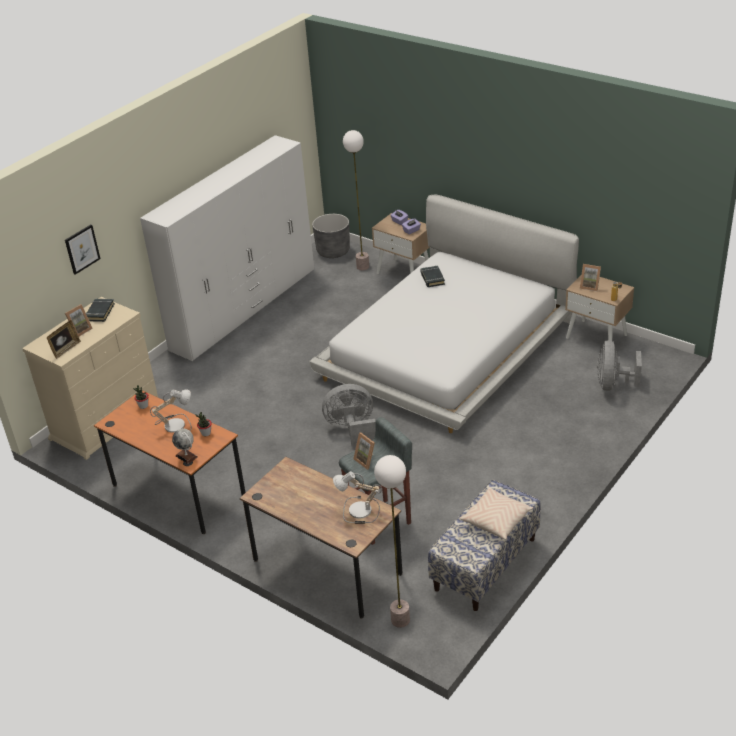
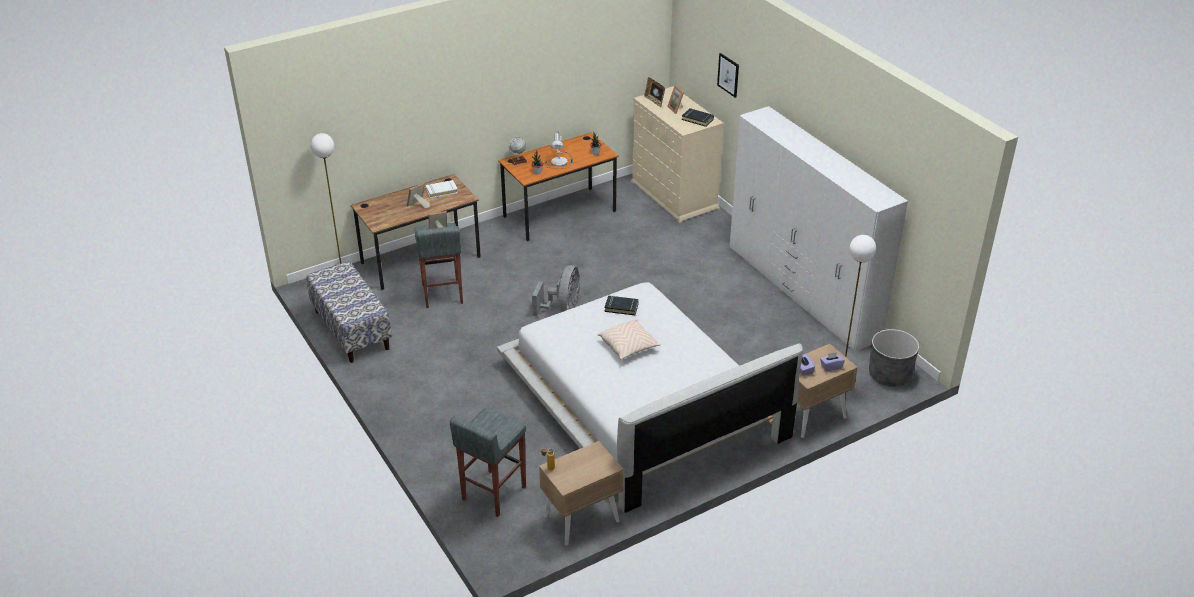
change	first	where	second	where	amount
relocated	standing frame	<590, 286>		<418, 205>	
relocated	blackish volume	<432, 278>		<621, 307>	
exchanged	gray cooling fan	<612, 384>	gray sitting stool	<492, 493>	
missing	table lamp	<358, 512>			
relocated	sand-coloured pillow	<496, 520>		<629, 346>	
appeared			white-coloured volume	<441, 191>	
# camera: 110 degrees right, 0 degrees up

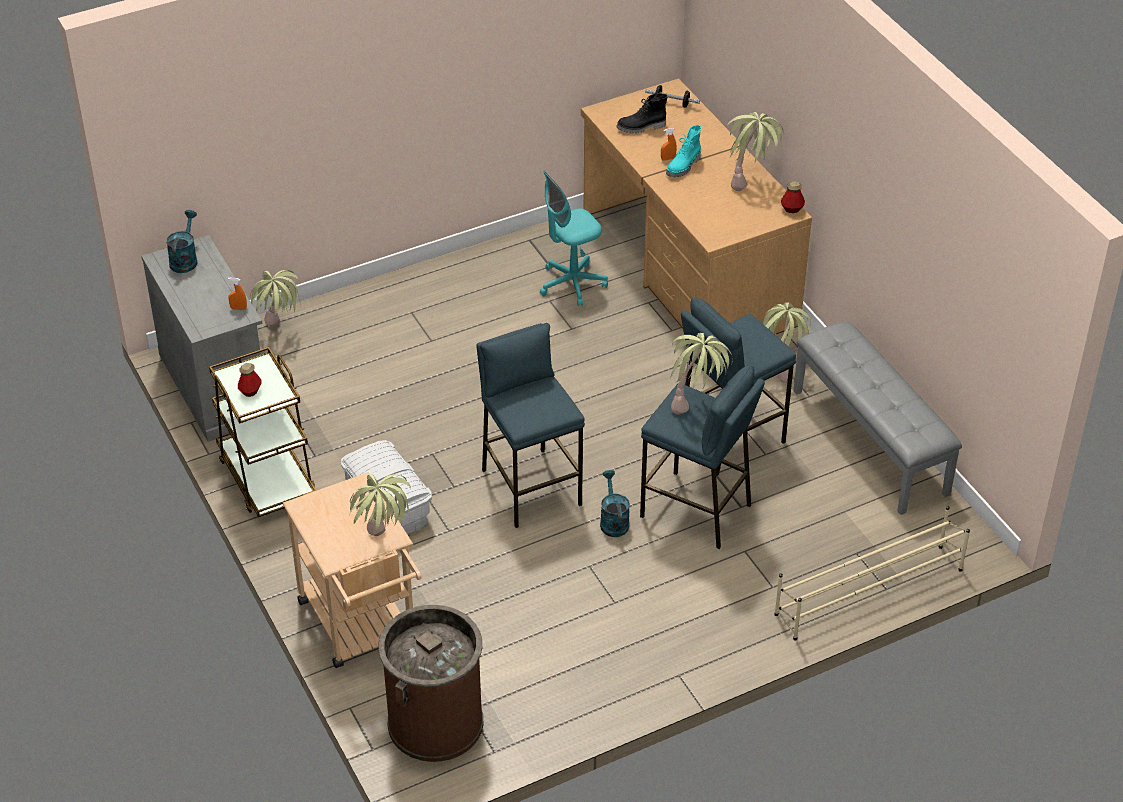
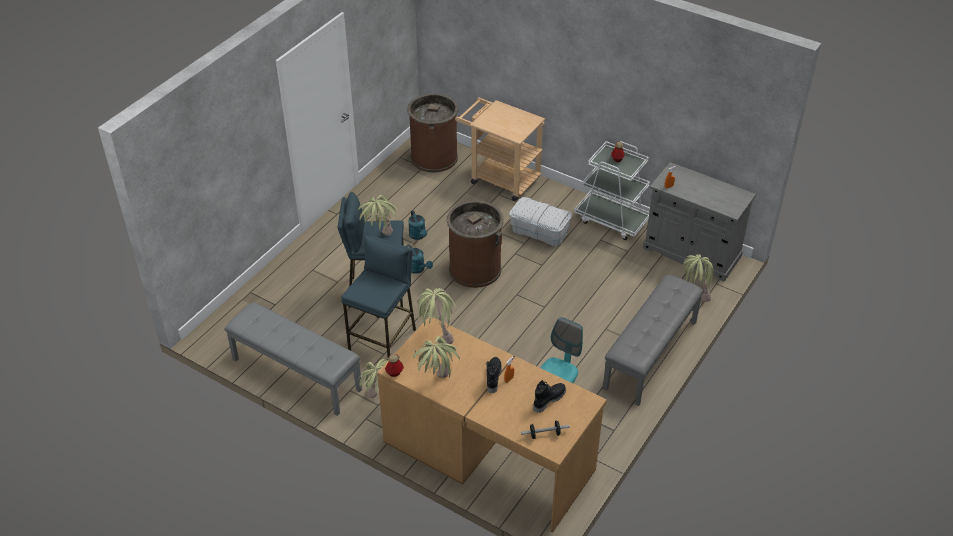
change	first	where	second	where	amount
colour	turquoise boot	<684, 166>	blackish boot	<492, 377>	
relocated	turquoise watering pot	<185, 259>		<418, 236>	
exchanged	blue-coloured sitting stool	<531, 487>	brownish rubbish bin	<475, 269>	
colour	brownish cart	<267, 478>	white-coloured cart	<612, 220>	
relocated	houseplant	<383, 546>		<436, 336>	
missing	sand-coloured shoe rack	<868, 592>			
appeared			gray long seat	<651, 355>	
# camera: 150 degrees right, 0 degrees up

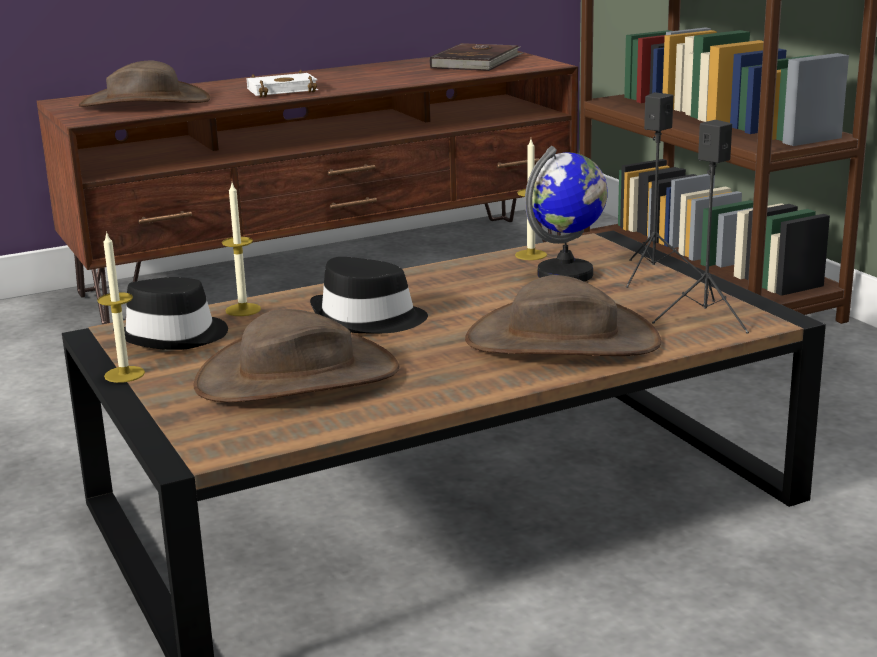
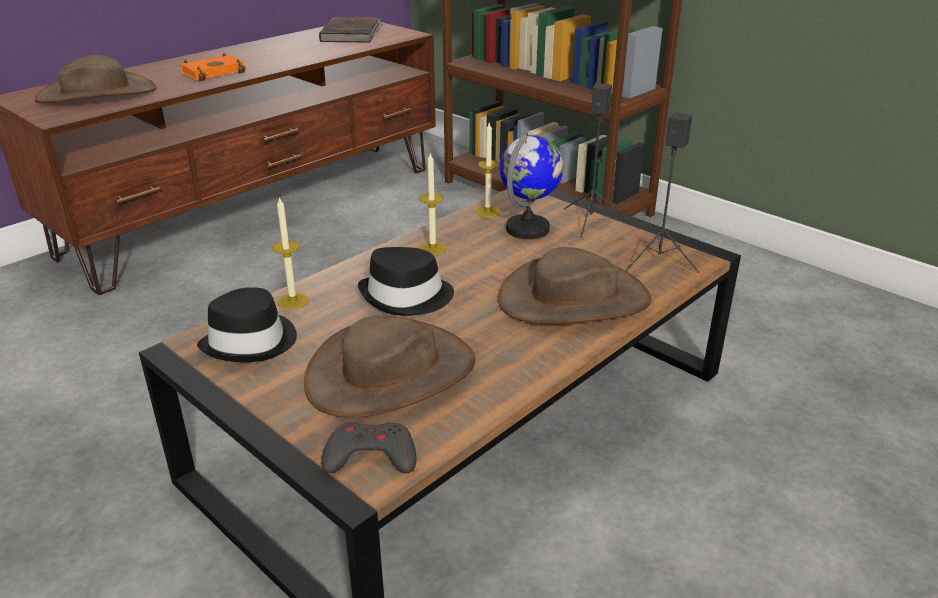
change	first	where	second	where	amount
colour	white-coloured volume	<283, 90>	orange volume	<214, 72>	
relocated	wax candle	<124, 374>		<432, 248>	
appeared			gray joypad	<370, 456>	
# camera: 20 degrees left, 10 degrees up

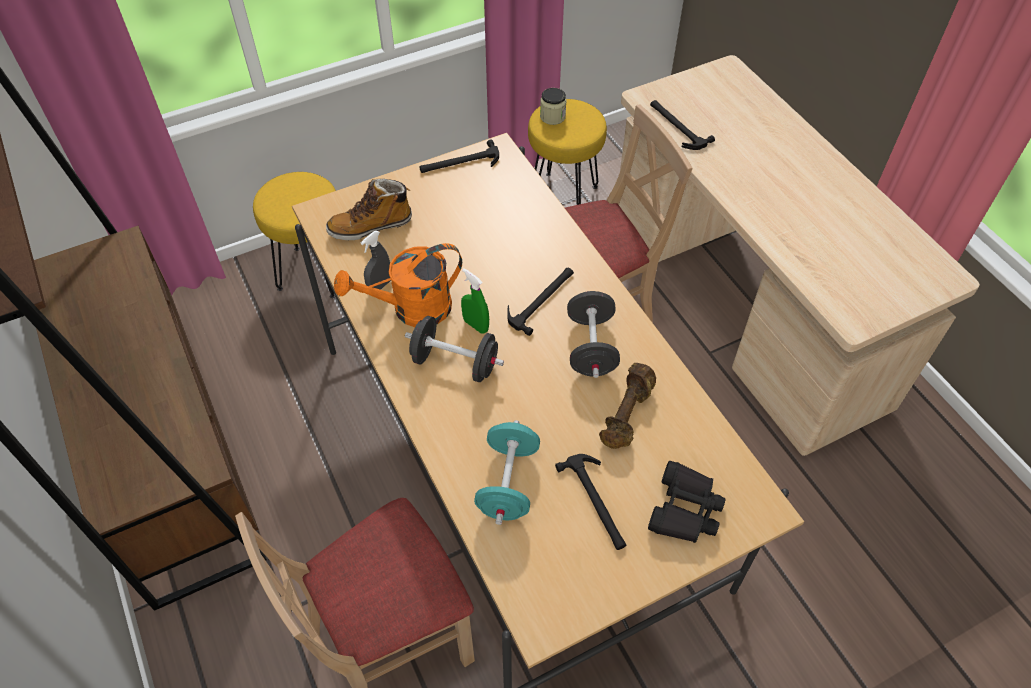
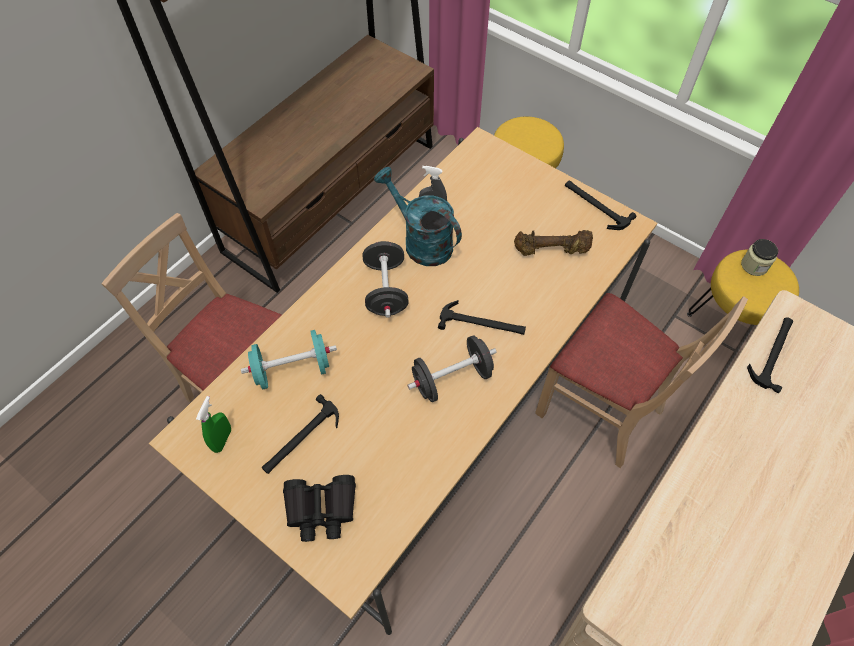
change	first	where	second	where	amount
missing	boot	<371, 226>			
colour	orange watering pot	<411, 310>	turquoise watering pot	<421, 241>	
relocated	green spray bottle	<475, 325>		<222, 440>	
relocated	brownish dumbbell	<628, 414>		<551, 250>	
# camera: 65 degrees right, 5 degrees up

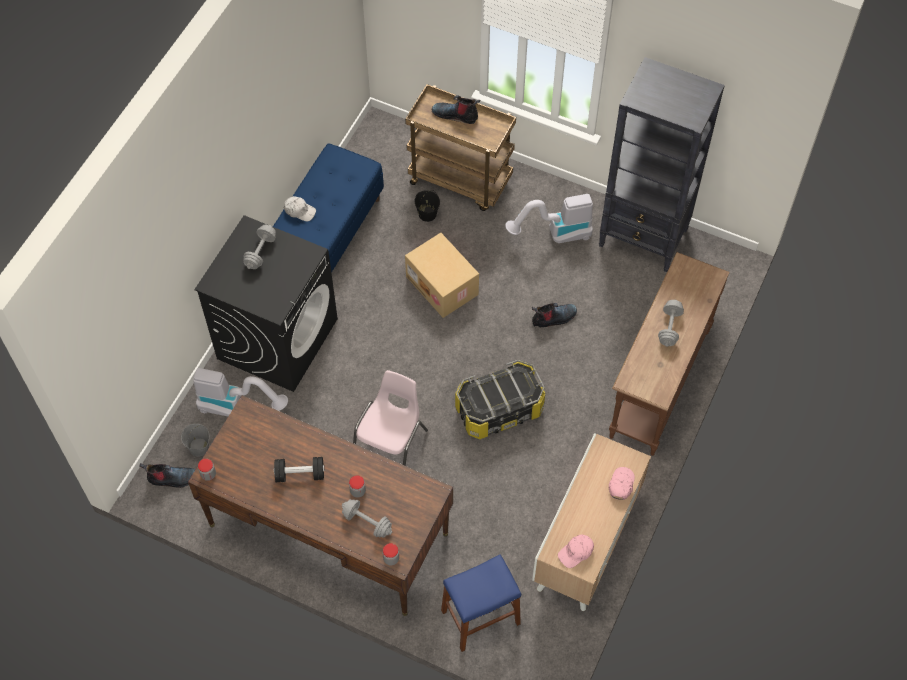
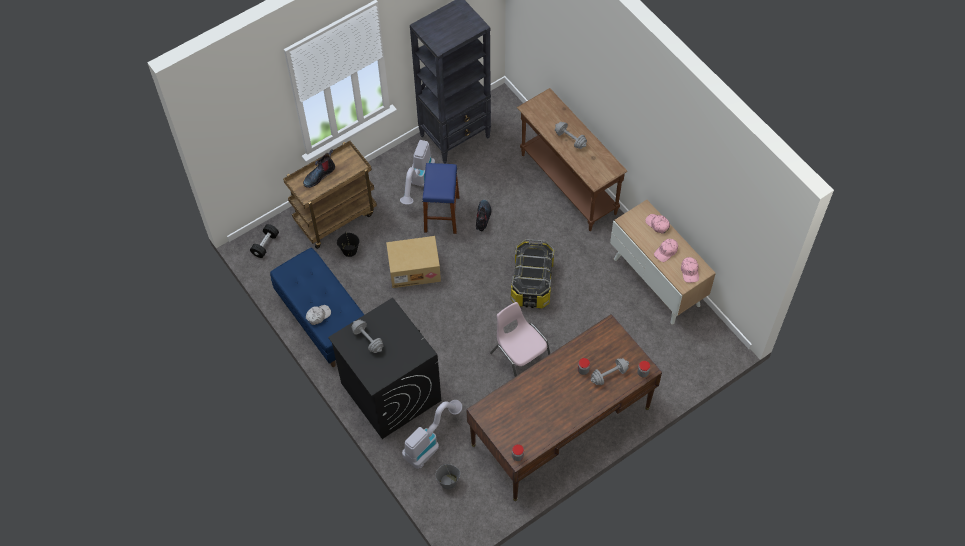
change	first	where	second	where	amount
relocated	blackish dumbbell	<300, 474>		<265, 245>	
missing	boot	<172, 479>			
relocated	blue-coloured sitting stool	<480, 617>		<442, 214>	
appeared			pink-coloured peaked cap	<666, 251>	
# camera: 60 degrees left, 0 degrees up

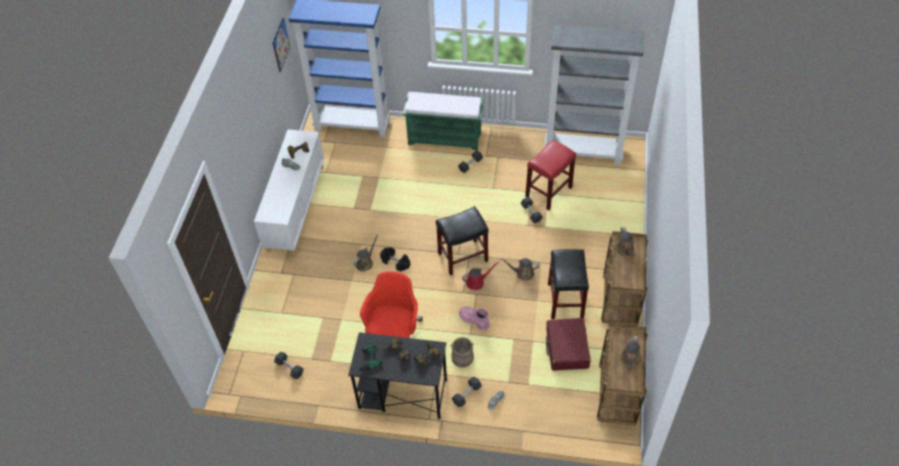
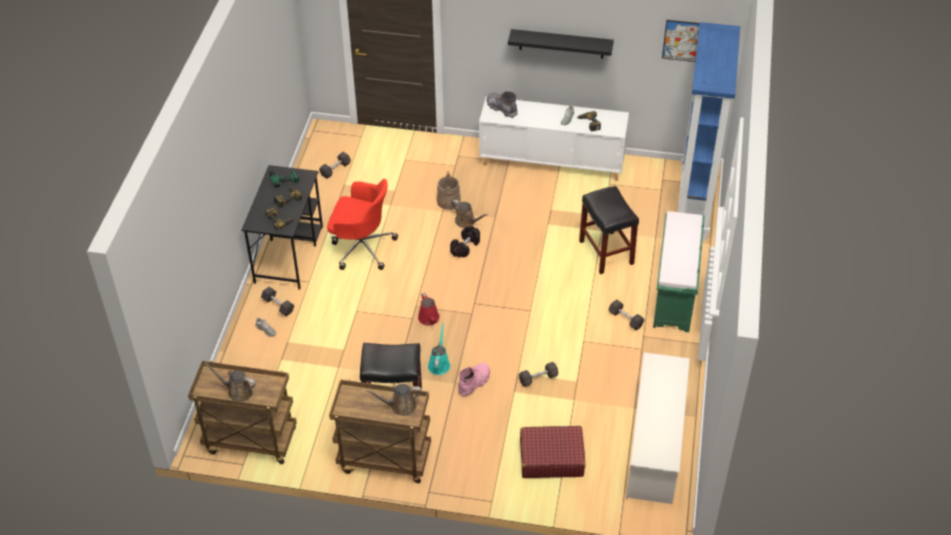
change	first	where	second	where	amount
exchanged	gray shelving unit	<583, 152>	white-coloured shoe rack	<654, 447>	
missing	reddish sitting stool	<548, 192>			
relocated	blackish sitting stool	<463, 256>		<607, 252>	
colour	brownish watering pot	<523, 273>	turquoise watering pot	<439, 364>	
relocated	pink-coloured boot	<474, 320>		<474, 382>	
relocated	reddish travel case	<567, 349>		<551, 458>	
relocated	sand-coloured bucket	<462, 358>		<448, 201>	
appeared			blackish bracket shelf	<561, 44>	
appeared			gray boot	<501, 108>	
# camera: 90 degrees right, 5 degrees down

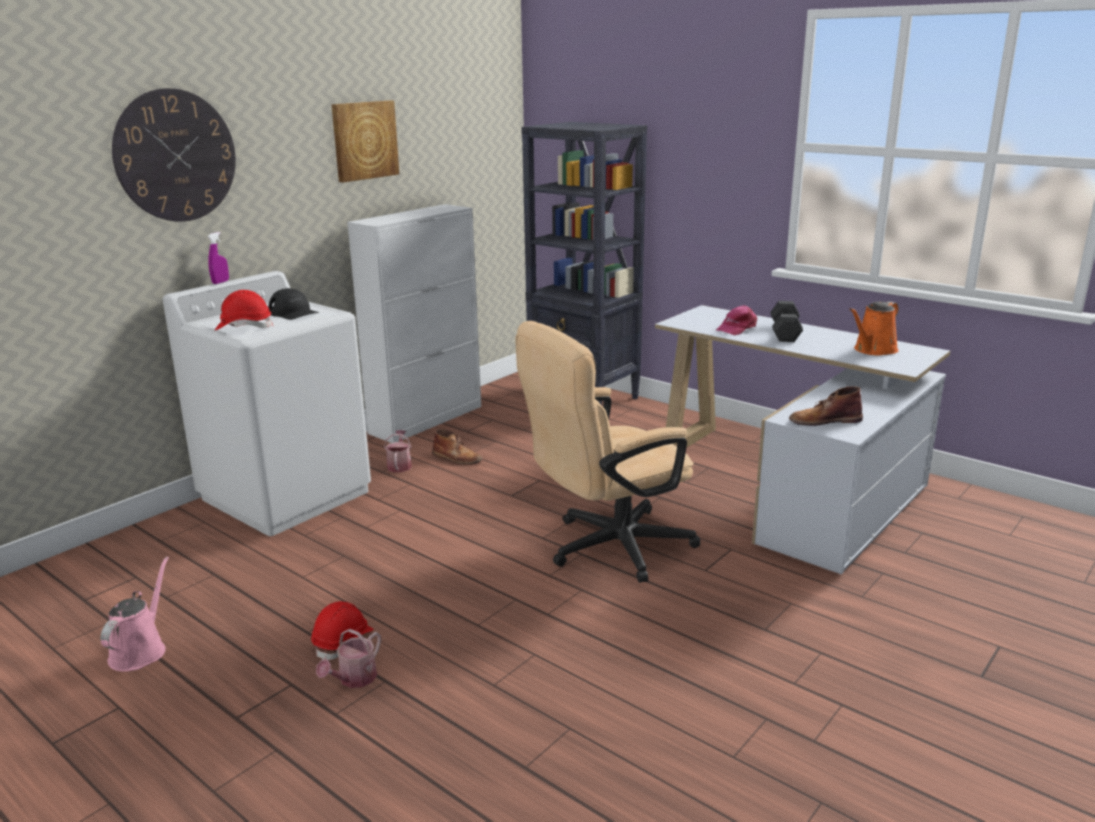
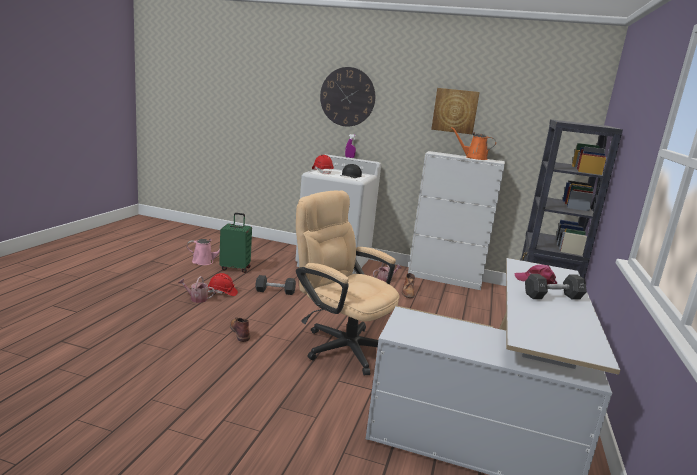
change	first	where	second	where	amount
relocated	orange watering pot	<873, 350>		<473, 158>	
relocated	brownish boot	<824, 420>		<240, 332>	
appeared			green travel case	<235, 268>	
appeared			blackish dumbbell	<275, 291>	
# camera: 65 degrees right, 5 degrees down

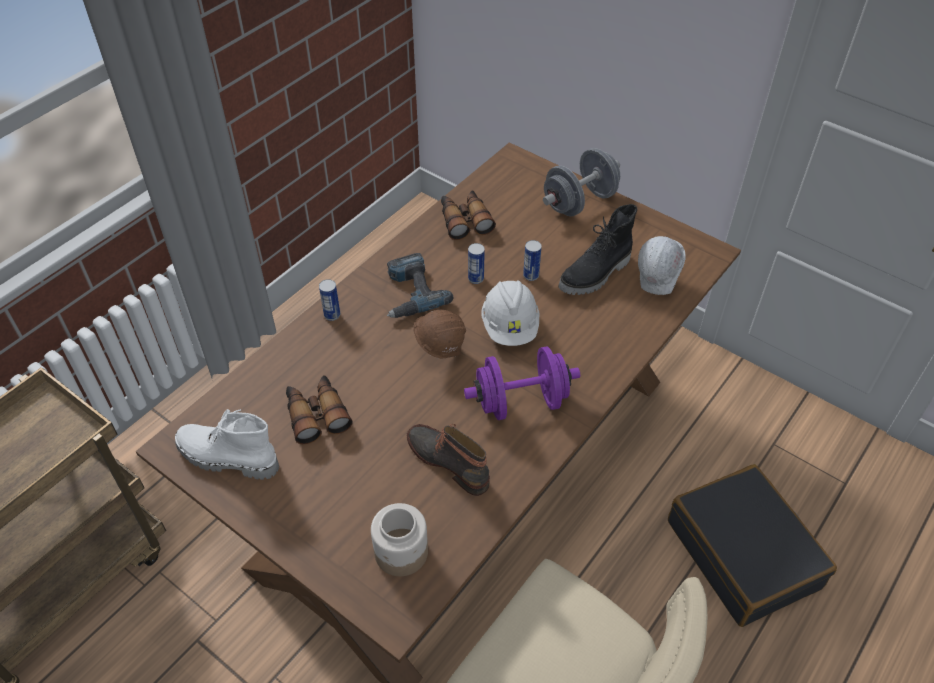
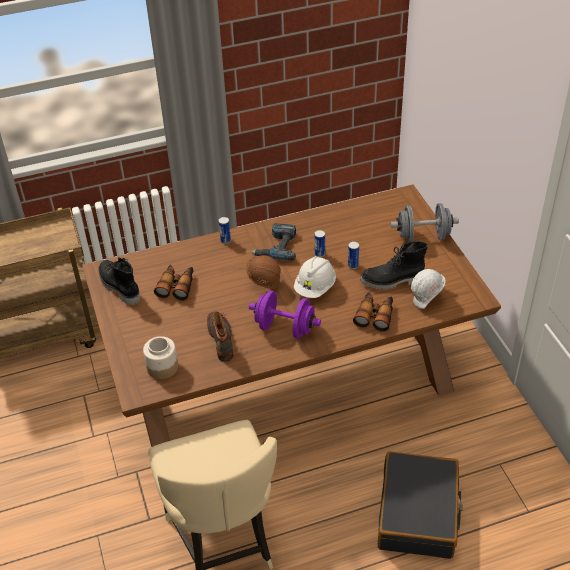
change	first	where	second	where	amount
relocated	pair of binoculars	<464, 220>		<375, 315>	
colour	white-coloured boot	<227, 459>	blackish boot	<118, 287>	
# camera: 35 degrees right, 5 degrees down

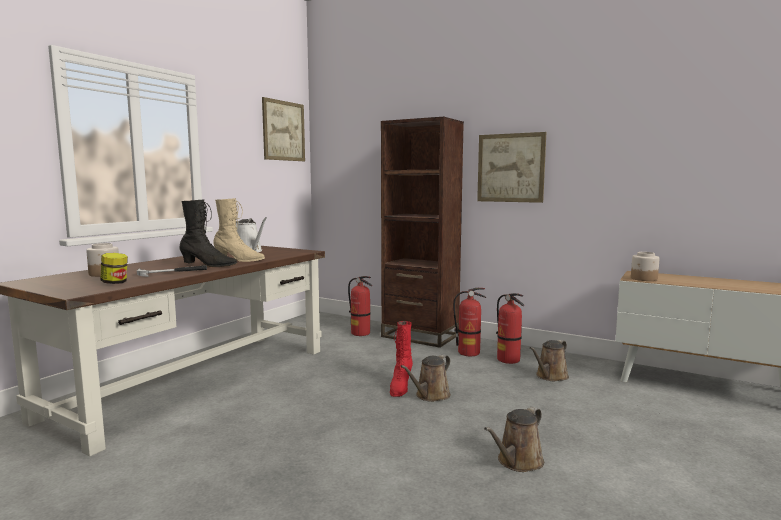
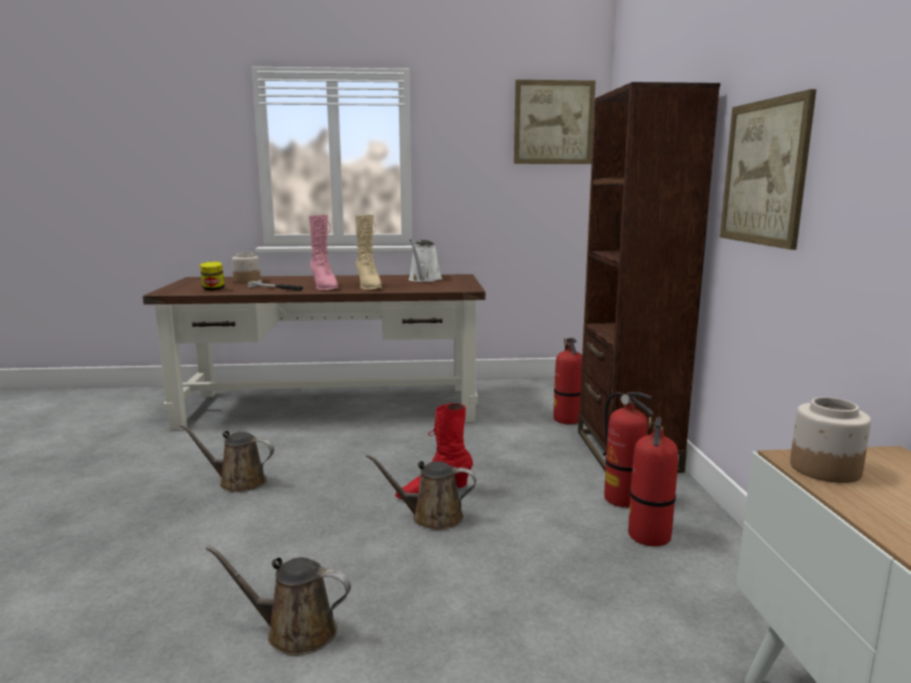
change	first	where	second	where	amount
colour	blackish boot	<208, 265>	pink-coloured boot	<324, 287>	
relocated	brownish watering pot	<550, 376>		<238, 482>	
# camera: 55 degrees right, 5 degrees up

